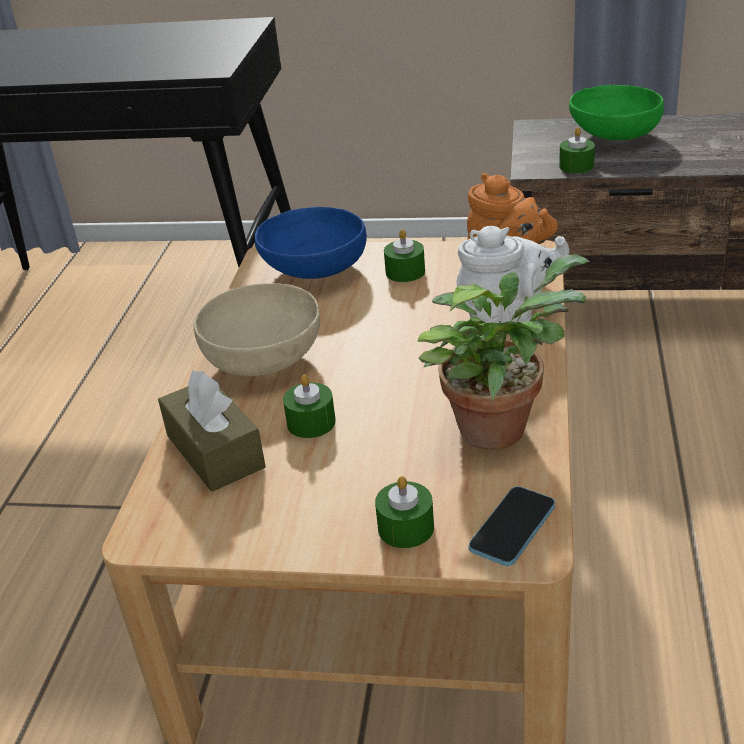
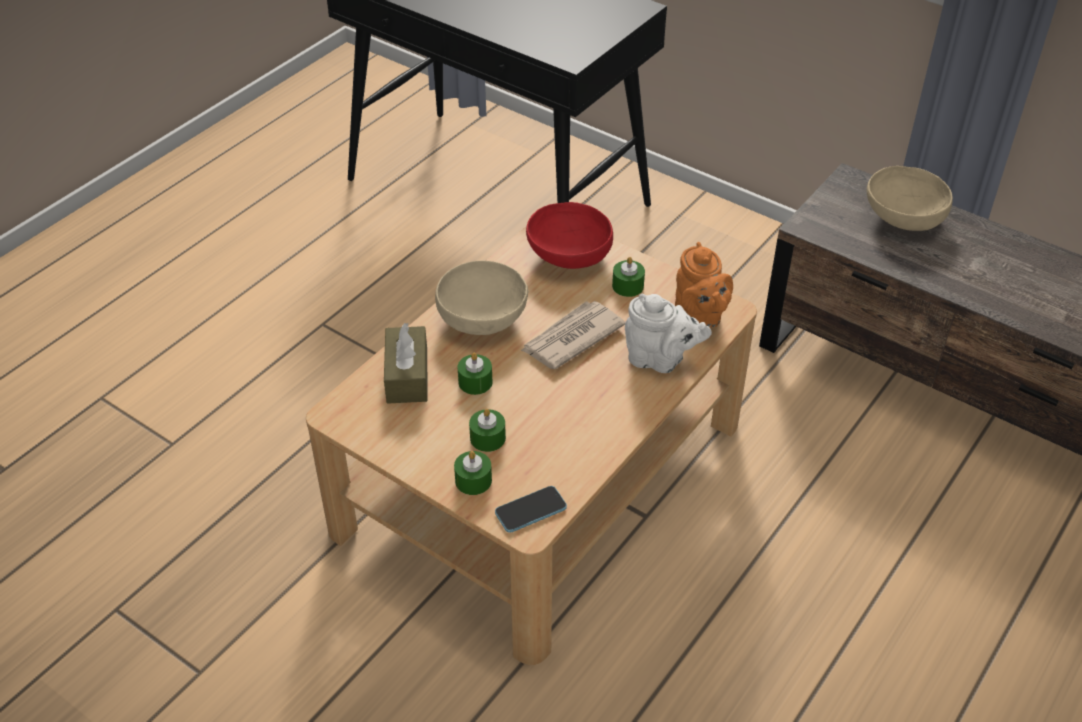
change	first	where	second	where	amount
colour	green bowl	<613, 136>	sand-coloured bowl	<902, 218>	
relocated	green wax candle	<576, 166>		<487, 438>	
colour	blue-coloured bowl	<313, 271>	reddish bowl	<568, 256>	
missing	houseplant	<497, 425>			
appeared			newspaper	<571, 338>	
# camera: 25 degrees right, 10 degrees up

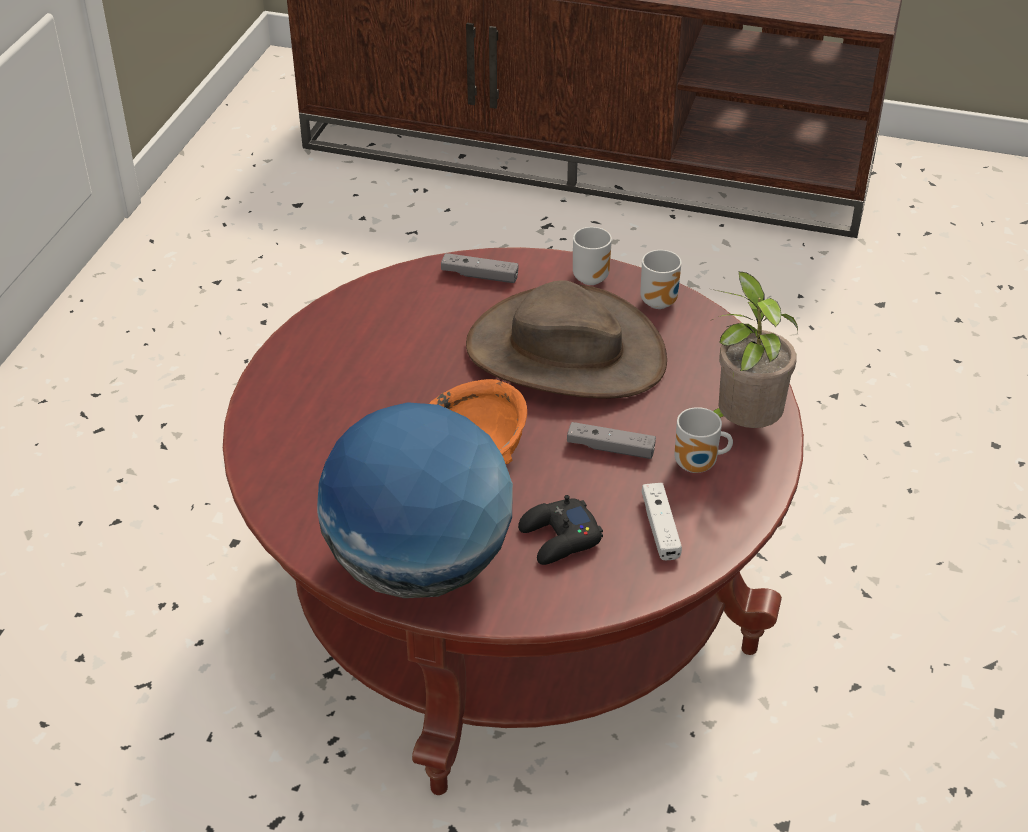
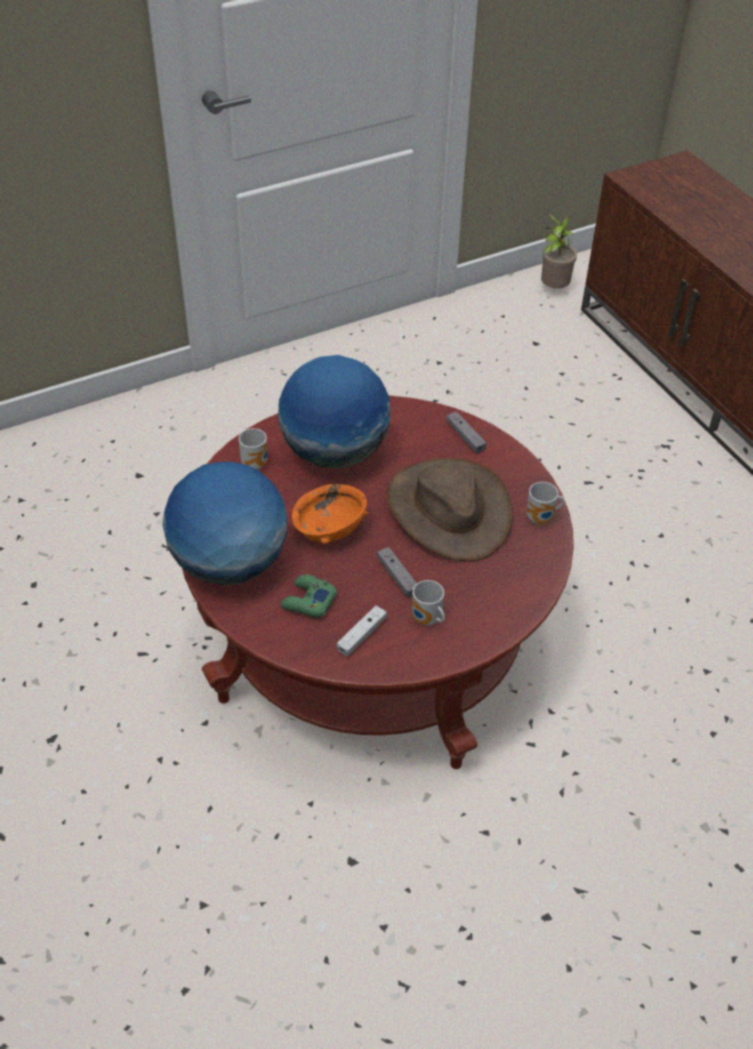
change	first	where	second	where	amount
relocated	tea mug	<591, 277>		<256, 463>	
relocated	houseplant	<742, 426>		<553, 289>	
colour	blackish joypad	<559, 538>	green joypad	<308, 601>	
appeared			world globe	<335, 453>	
# camera: 45 degrees right, 5 degrees up

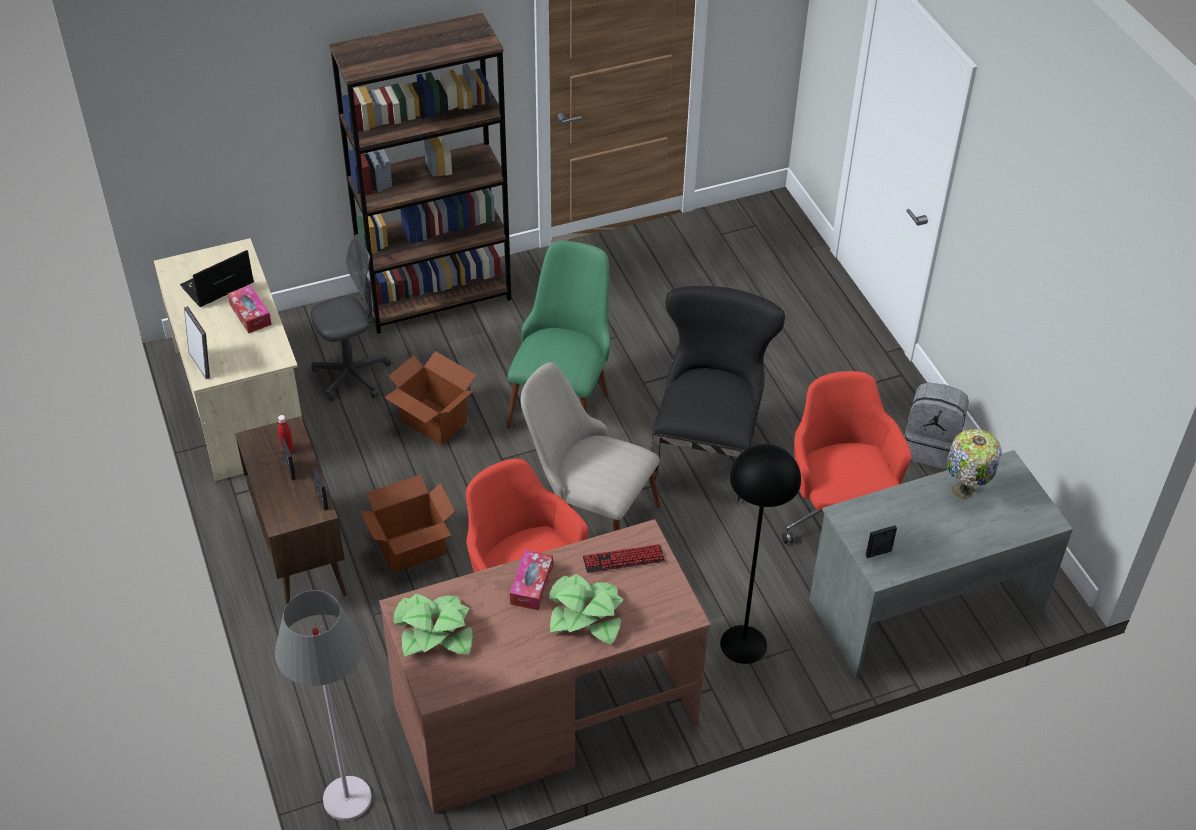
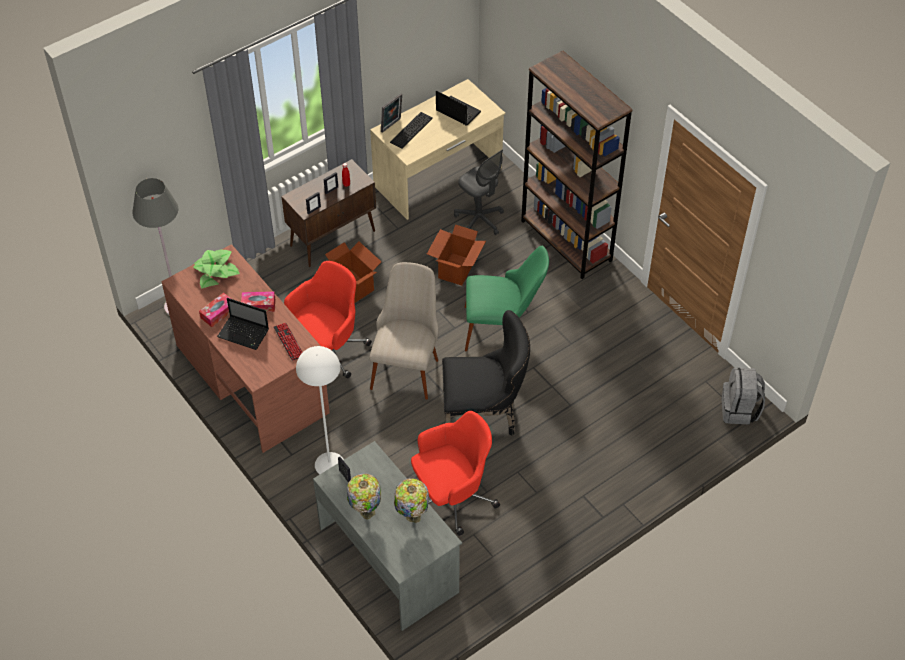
change	first	where	second	where	amount
relocated	box of tissues	<250, 314>		<218, 313>	
relocated	gray rucksack	<930, 447>		<739, 410>	
colour	blackish standard lamp	<744, 644>	white-coloured standard lamp	<329, 464>	
exchanged	houseplant	<585, 614>	notebook computer	<244, 333>	
appeared			PC keyboard	<411, 130>	
appeared			table lamp	<366, 511>	
# camera: 75 degrees right, 5 degrees up

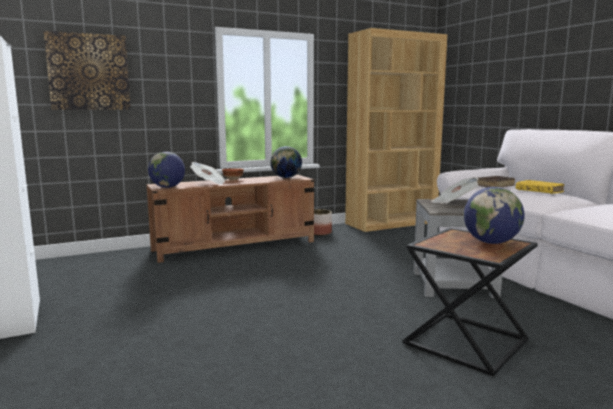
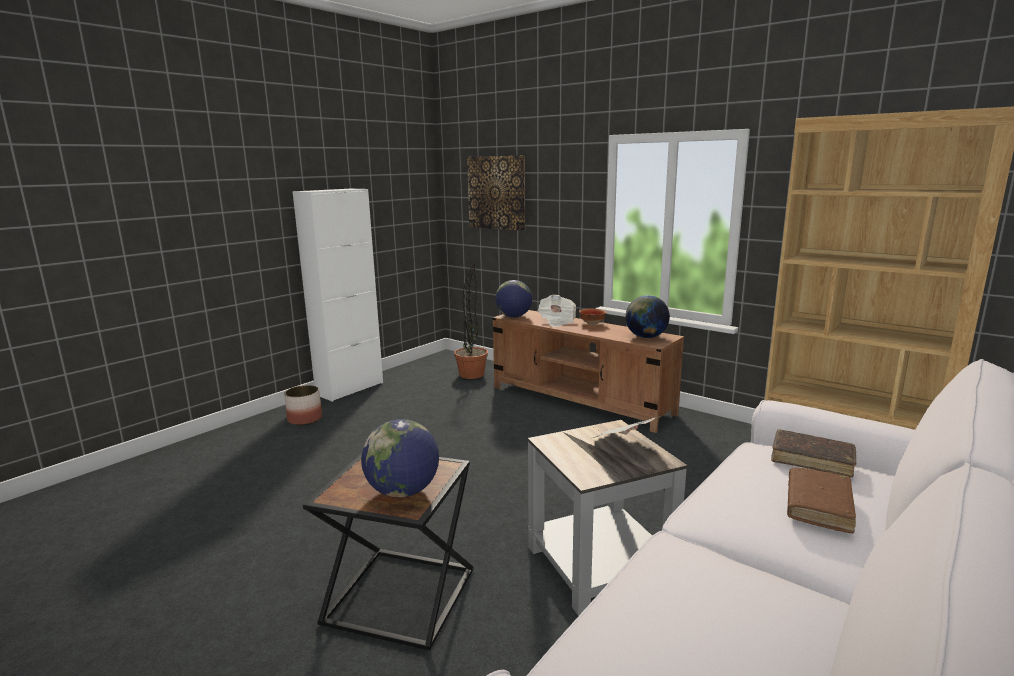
change	first	where	second	where	amount
colour	yellowish volume	<539, 191>	brownish volume	<818, 506>	
relocated	flower pot	<319, 233>		<305, 419>	
appeared			houseplant	<471, 375>	
# camera: 65 degrees right, 5 degrees up

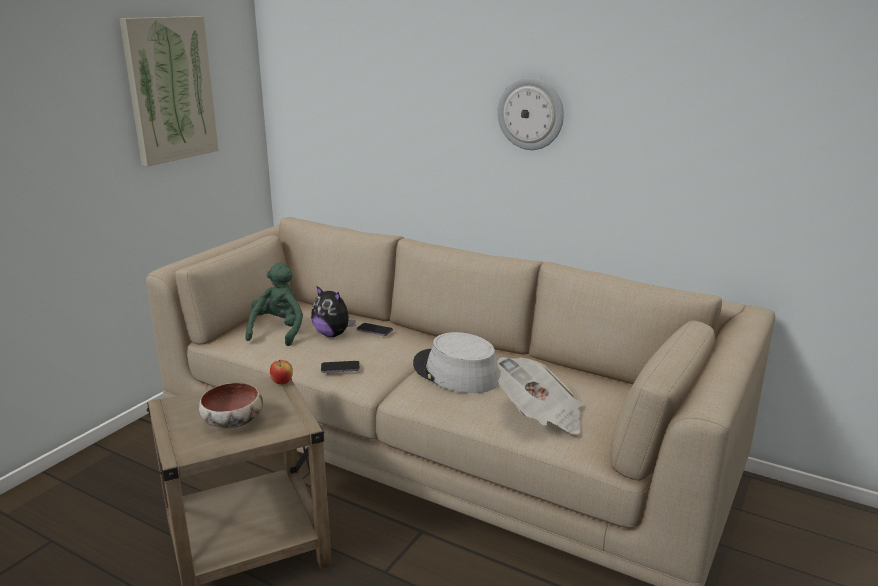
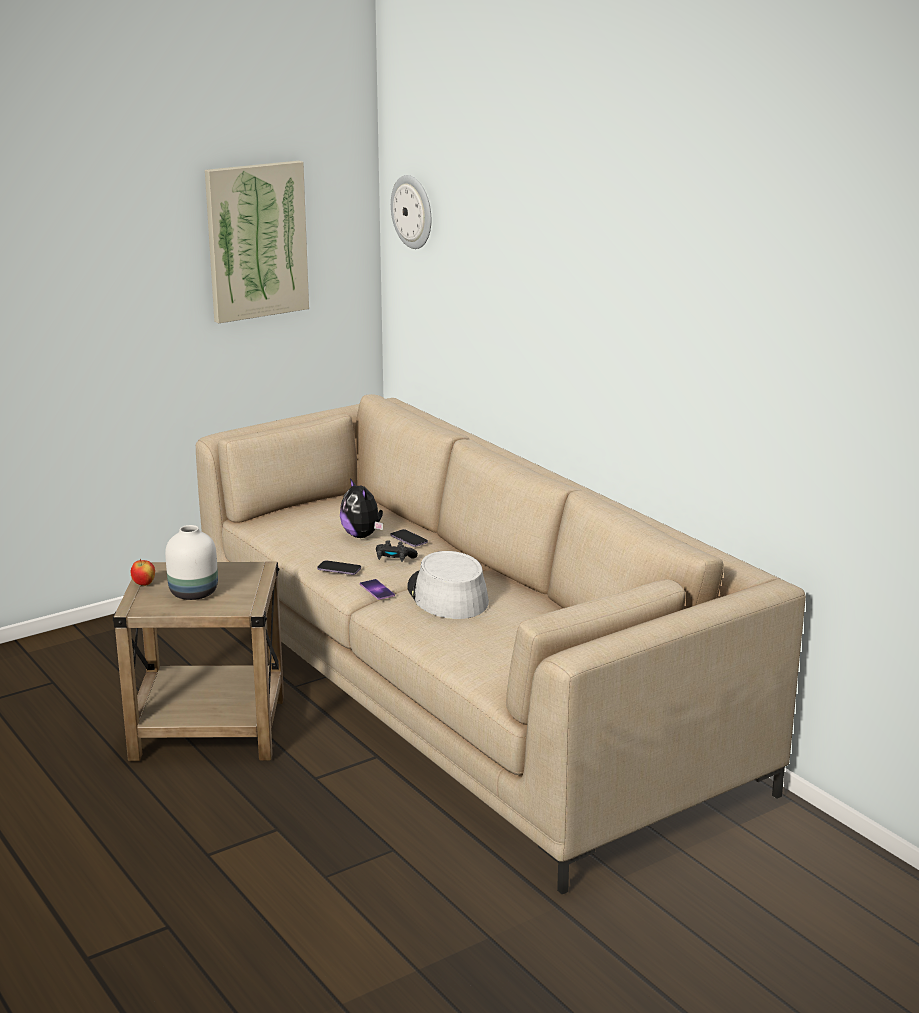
change	first	where	second	where	amount
relocated	hanging clock	<531, 113>		<413, 212>	
missing	green soft toy	<279, 331>			
missing	newspaper	<540, 416>			
relocated	whole apple	<282, 383>		<144, 584>	
exchanged	bowl	<233, 423>	white-coloured vase	<194, 594>	
appeared			blackish joypad	<394, 560>	
appeared			handset	<377, 590>	
# camera: 25 degrees right, 0 degrees up

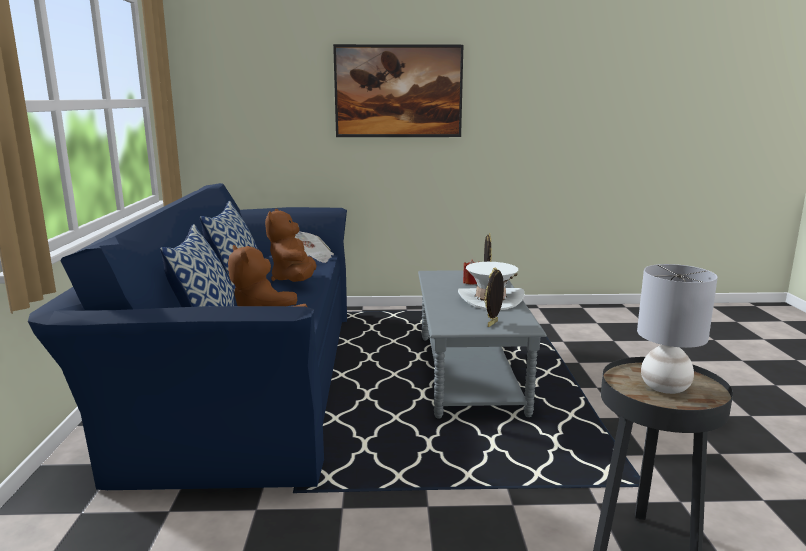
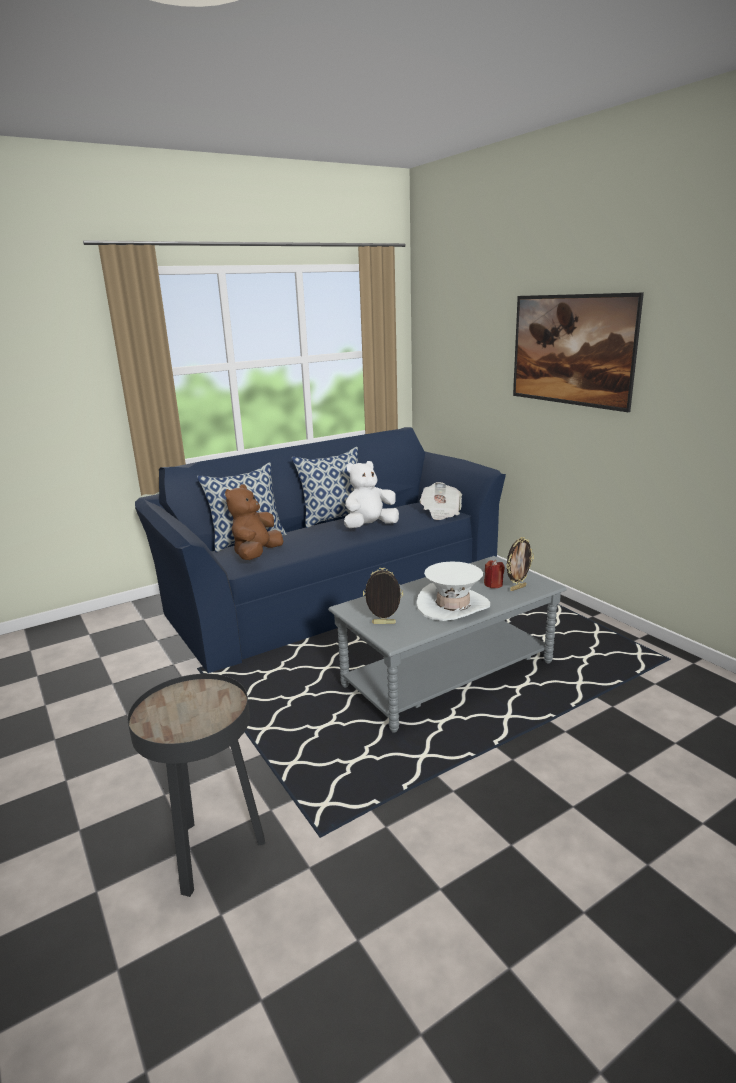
change	first	where	second	where	amount
colour	brownish soft toy	<294, 280>	white-coloured soft toy	<369, 526>	
missing	gray table lamp	<665, 388>			
# camera: 60 degrees right, 5 degrees up

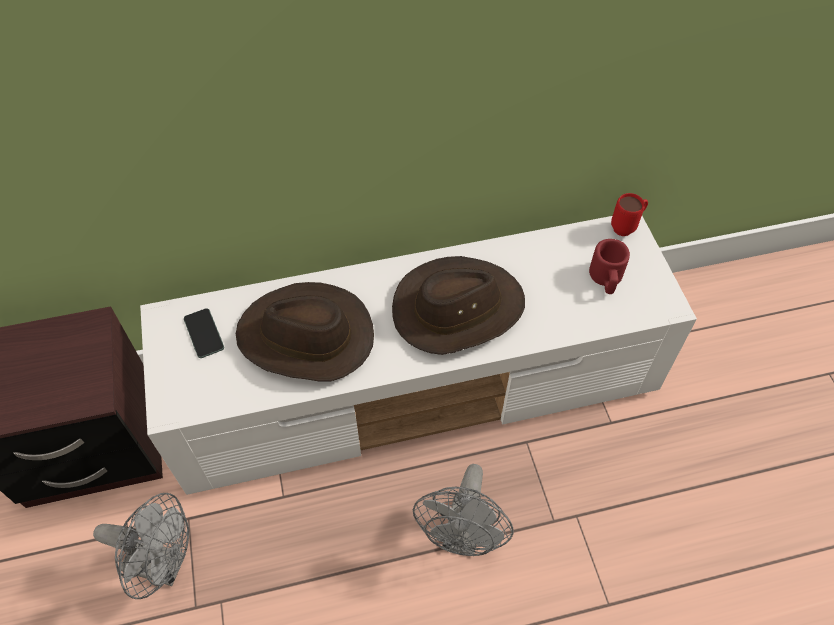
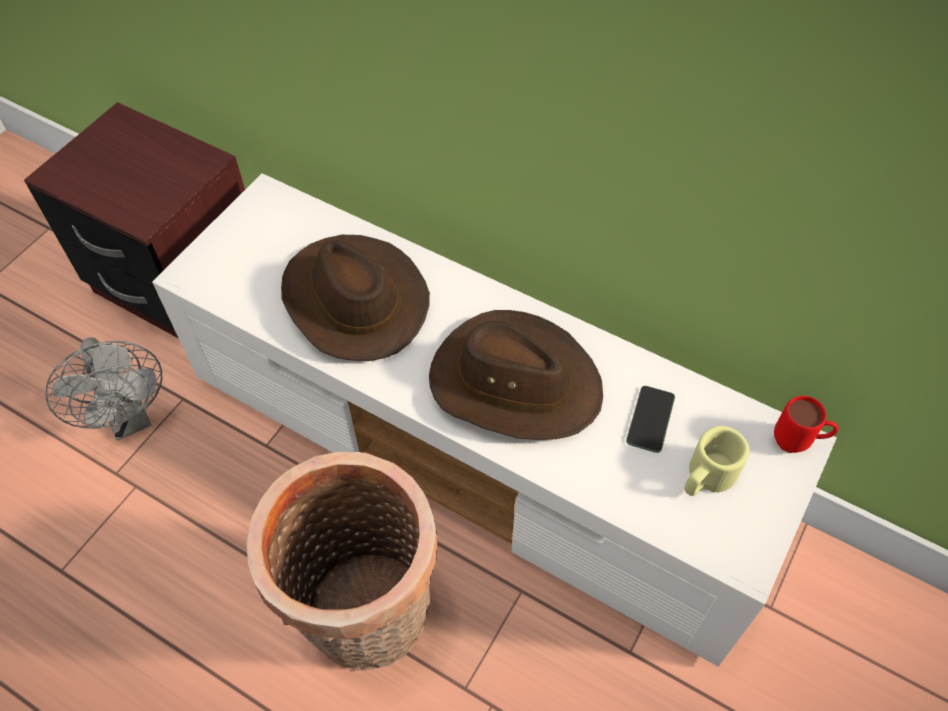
change	first	where	second	where	amount
colour	reddish tea mug	<606, 278>	sand-coloured tea mug	<707, 477>	
relocated	handset	<204, 333>		<650, 419>	
exchanged	gray cooling fan	<462, 536>	storage basket	<368, 619>	
# camera: 45 degrees right, 0 degrees up

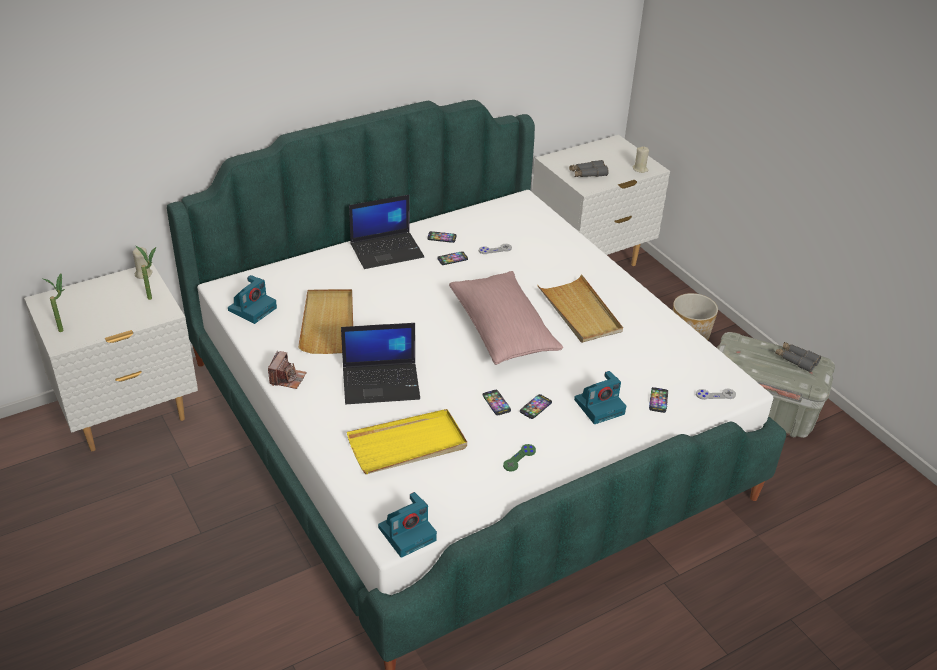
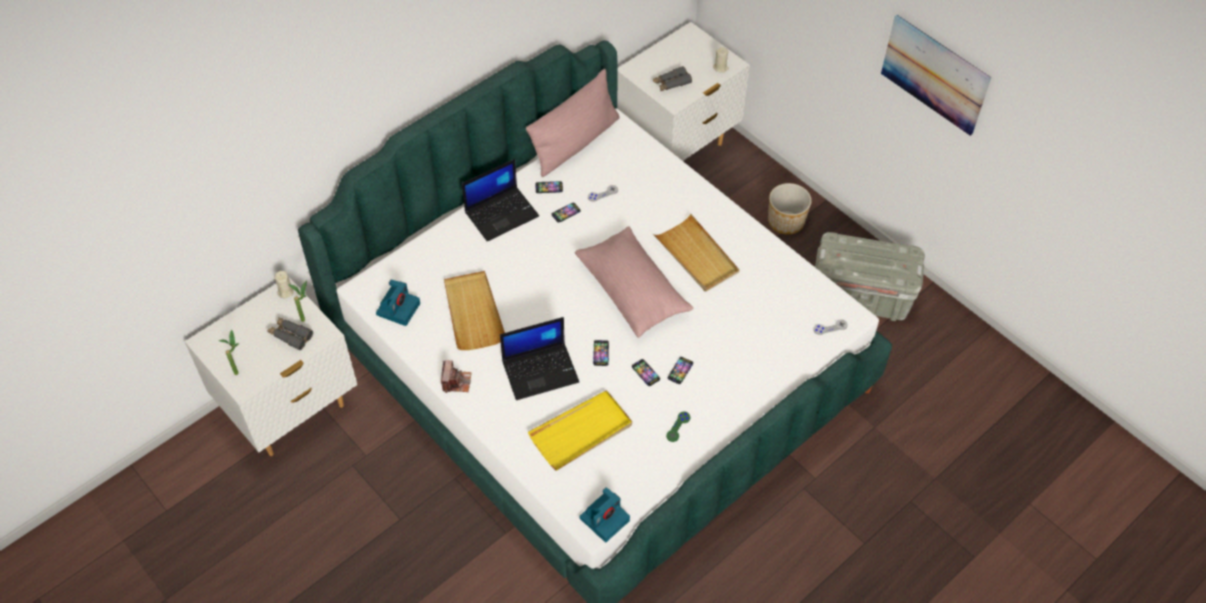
change	first	where	second	where	amount
relocated	gray pair of binoculars	<796, 360>		<290, 335>	
missing	still camera	<600, 406>			
relocated	handset	<658, 400>		<601, 353>	
appeared			picture	<934, 74>	
appeared			pink-coloured pillow	<575, 143>	
# camera: 10 degrees left, 15 degrees up

